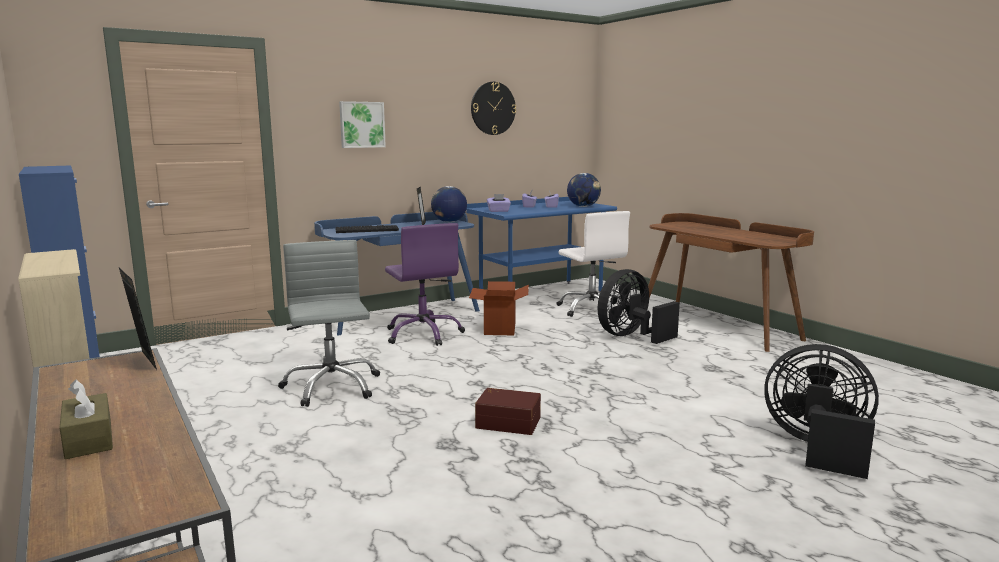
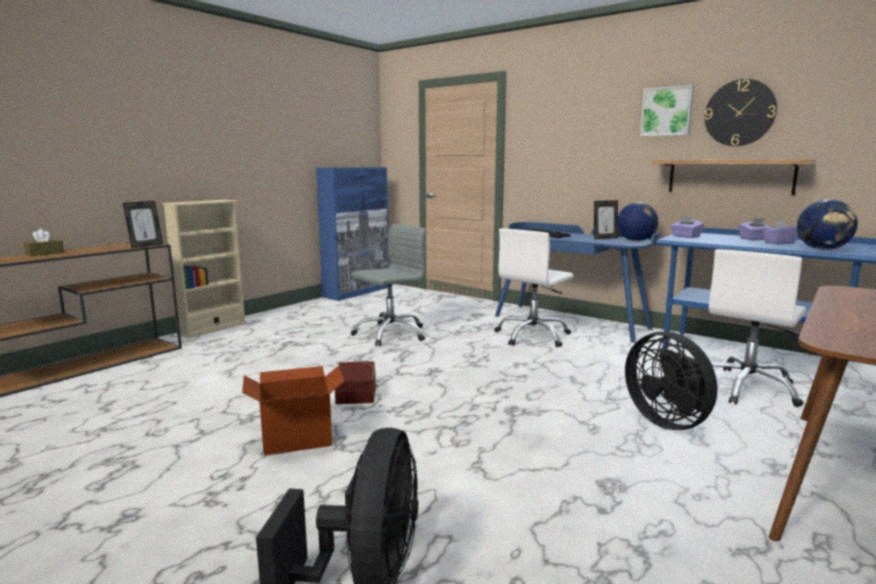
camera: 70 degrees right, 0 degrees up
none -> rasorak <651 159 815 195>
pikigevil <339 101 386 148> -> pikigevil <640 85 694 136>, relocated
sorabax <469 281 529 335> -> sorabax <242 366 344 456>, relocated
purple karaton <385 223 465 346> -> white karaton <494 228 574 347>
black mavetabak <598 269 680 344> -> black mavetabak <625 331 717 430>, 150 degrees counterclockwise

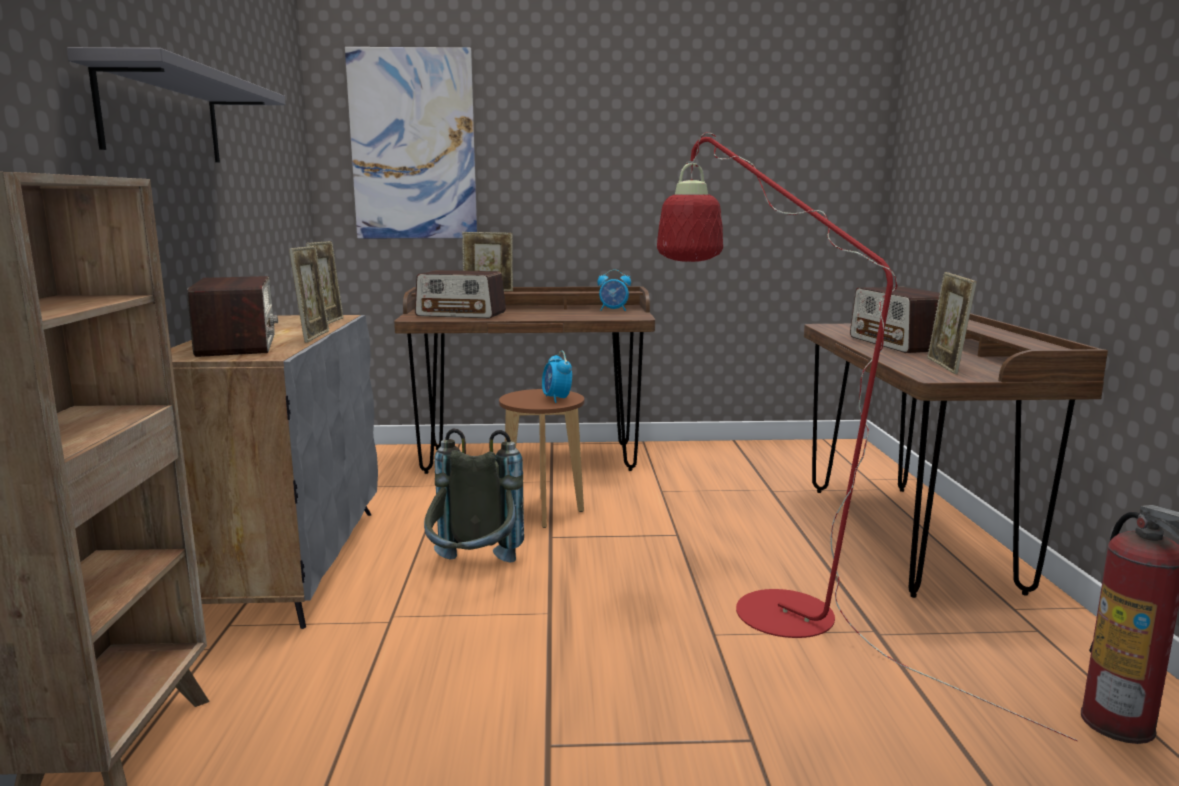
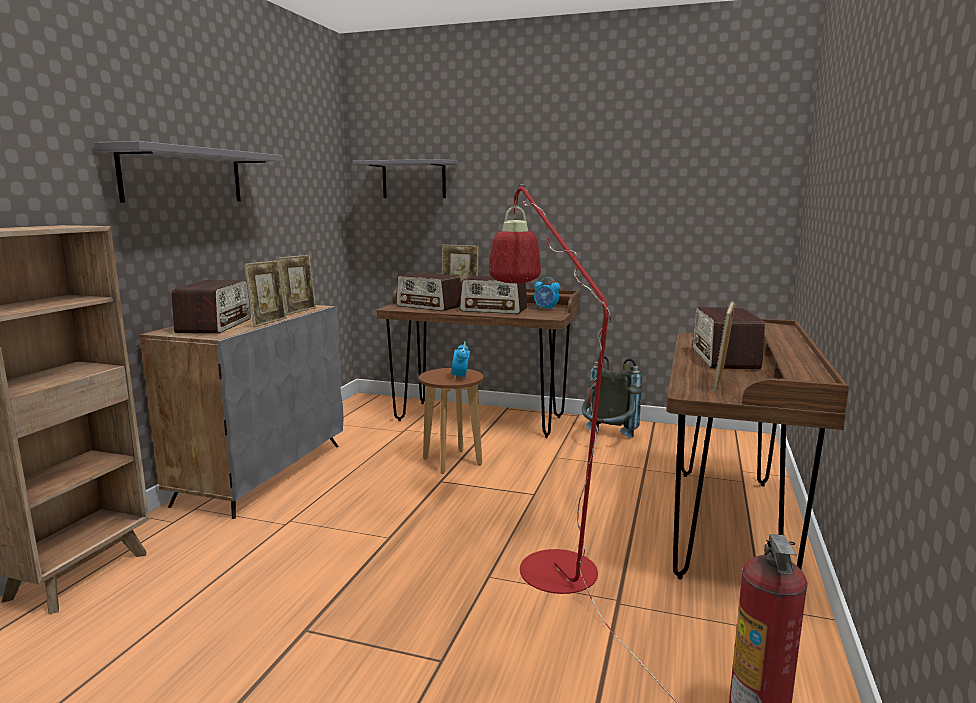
camera: 20 degrees right, 0 degrees up
none -> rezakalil <459 276 528 314>
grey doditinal <424 428 524 562> -> grey doditinal <582 356 642 438>, relocated
pikigevil <345 47 477 238> -> grey rasorak <353 159 458 198>

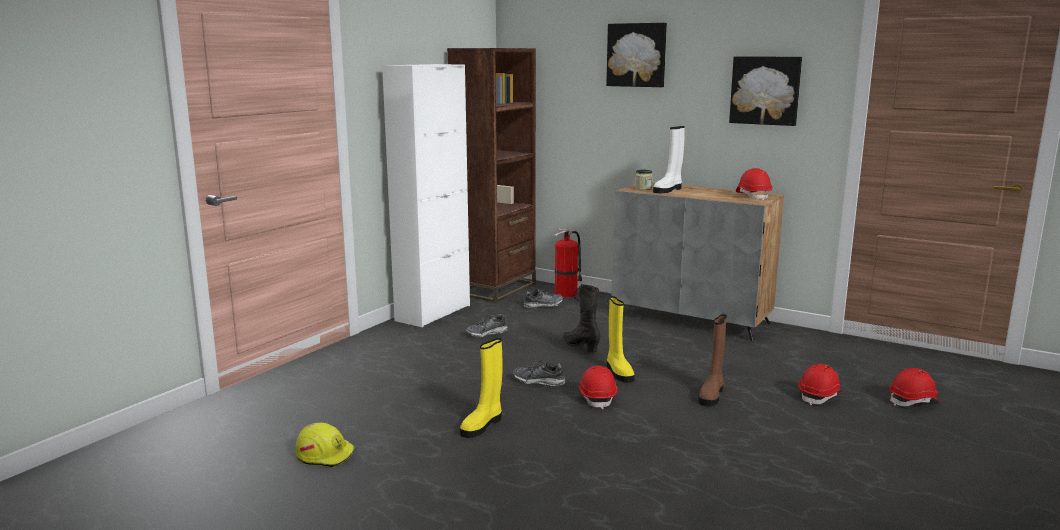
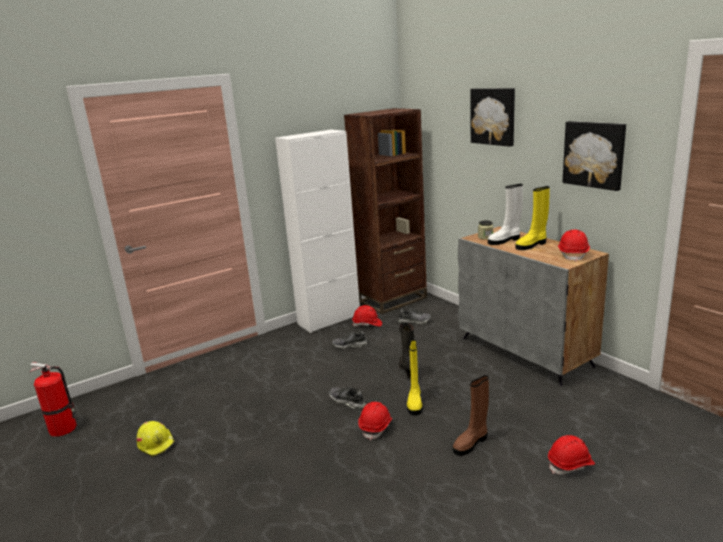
camera: 25 degrees right, 5 degrees up
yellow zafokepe <460 338 502 438> -> yellow zafokepe <515 186 550 250>, relocated
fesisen <555 228 582 297> -> fesisen <30 362 78 437>, relocated
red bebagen <889 368 940 406> -> red bebagen <352 305 382 327>, relocated

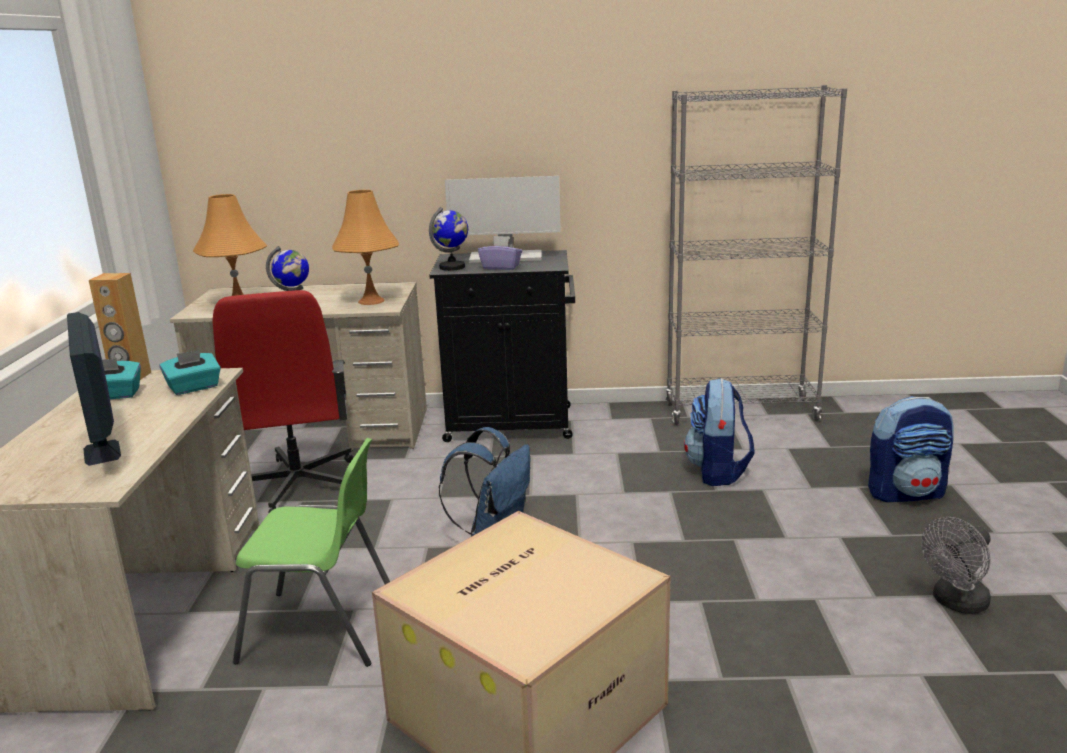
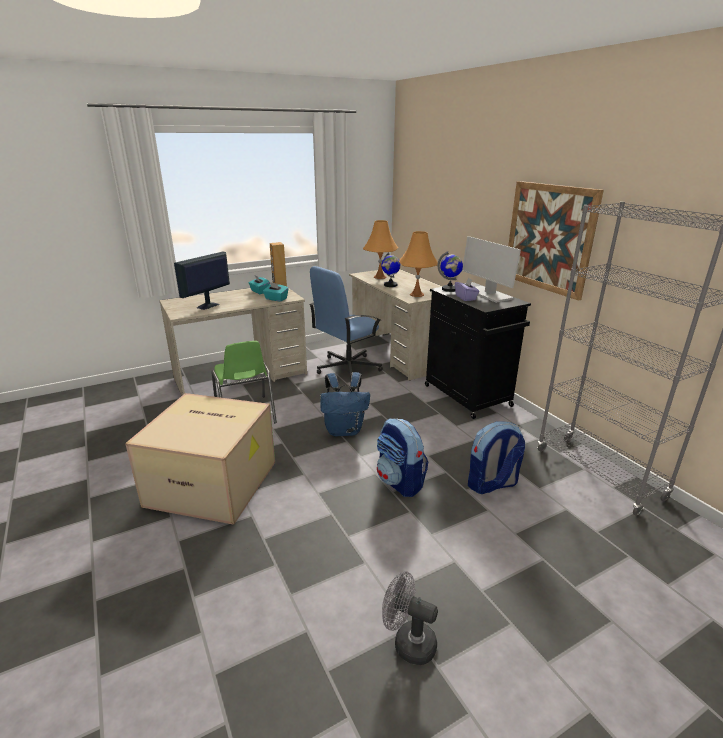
camera: 60 degrees right, 5 degrees up
none -> pikigevil <508 181 604 301>
doditinal <868 396 954 502> -> doditinal <377 418 428 497>, relocated
red karaton <212 290 354 513> -> blue karaton <309 266 383 380>

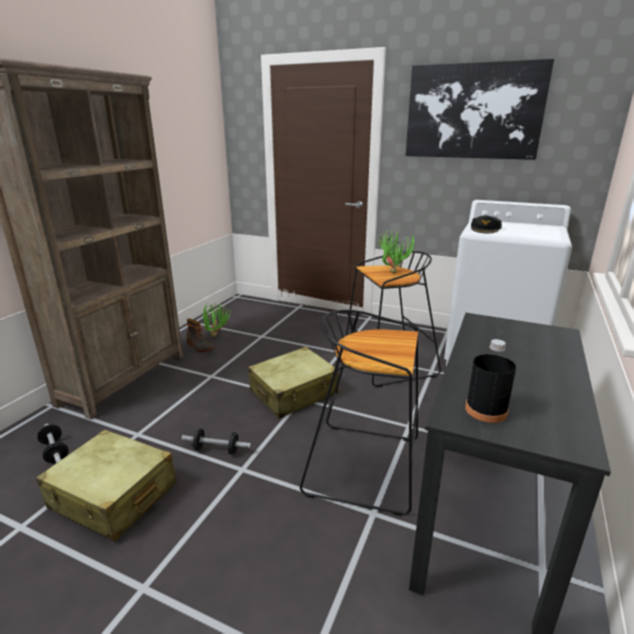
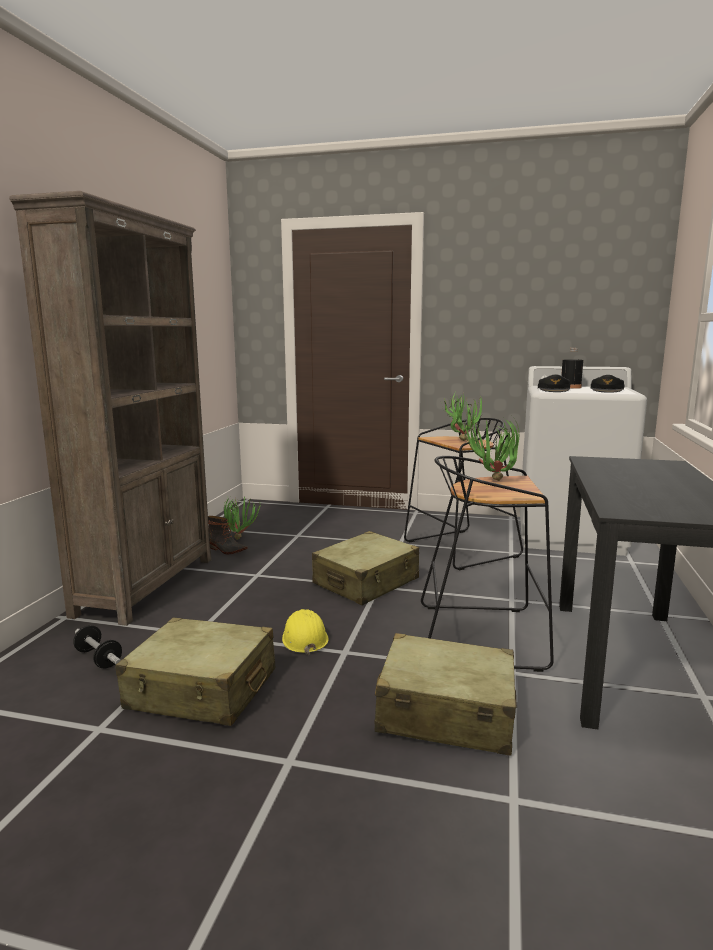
camera: 10 degrees left, 10 degrees down
pikigevil <406 59 554 160> -> none
none -> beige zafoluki <375 633 517 756>
none -> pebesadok <463 418 519 481>
none -> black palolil <590 375 624 393>
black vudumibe <465 339 516 423> -> black vudumibe <561 348 583 389>, relocated
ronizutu <182 428 251 455> -> yellow bebagen <282 609 329 655>

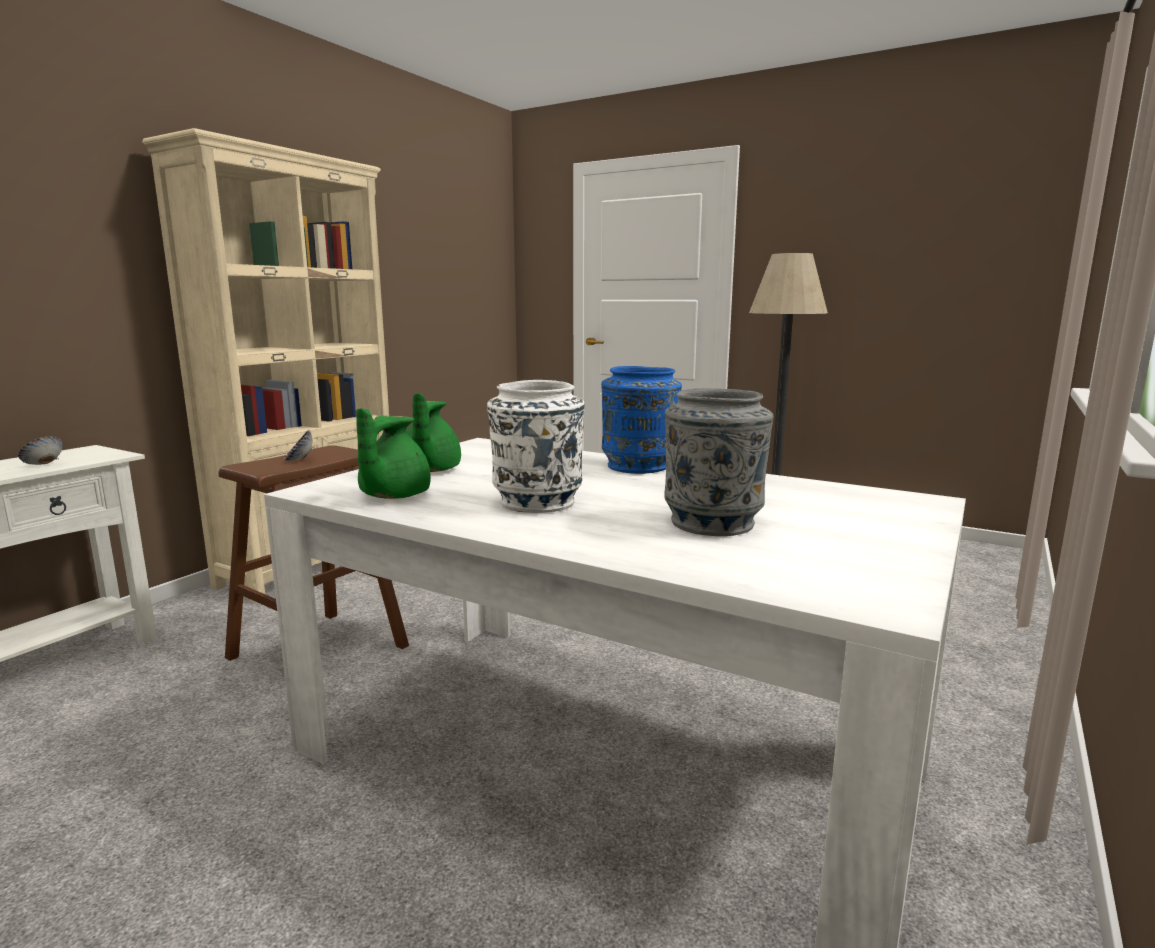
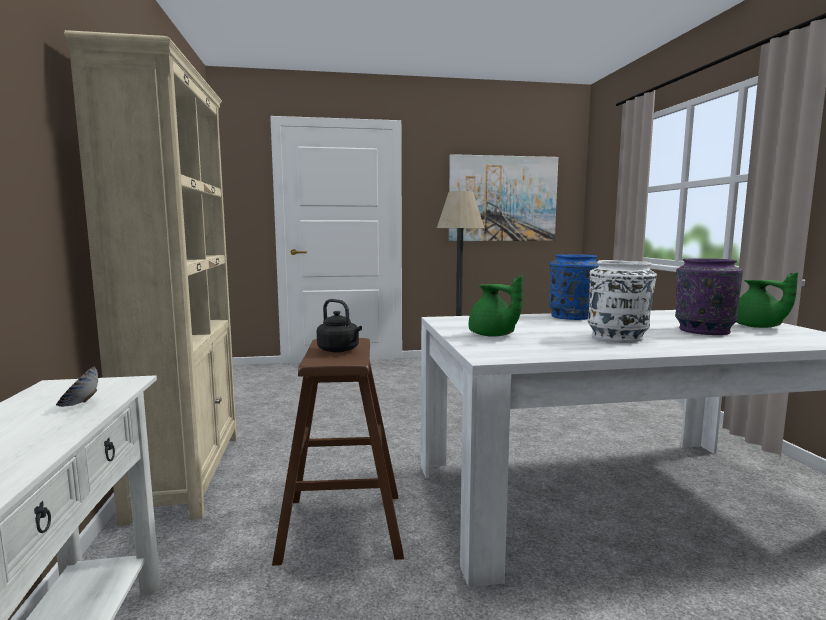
camera: 40 degrees left, 5 degrees down
none -> pikigevil <449 154 558 241>
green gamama <356 408 431 499> -> green gamama <736 272 798 328>, relocated
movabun <284 430 313 461> -> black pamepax <317 299 362 353>
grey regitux <664 388 773 536> -> purple regitux <675 258 743 335>

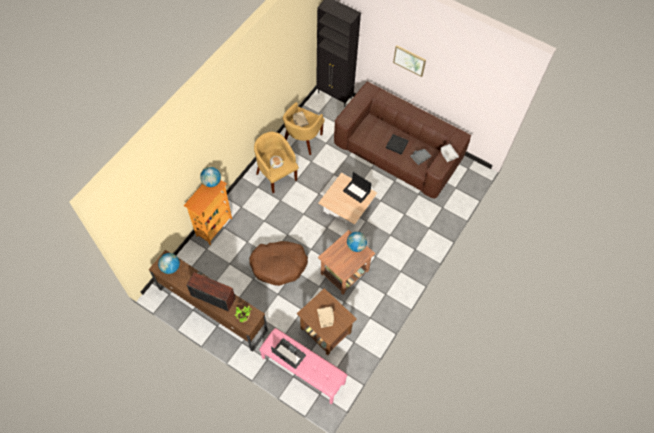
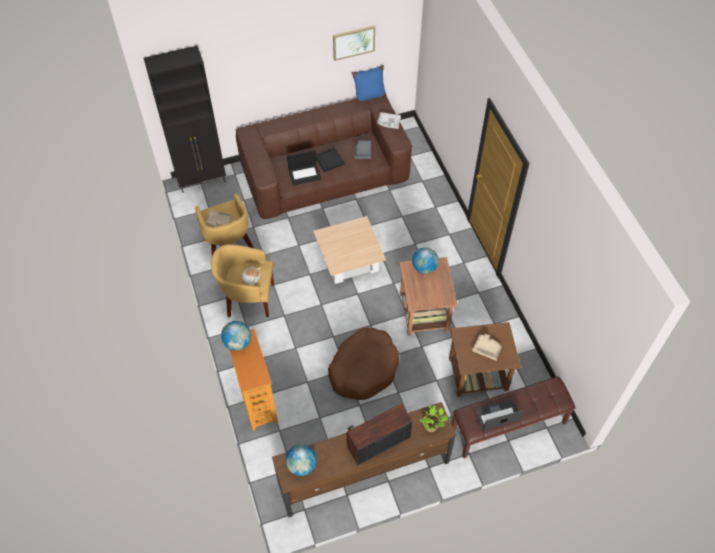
camera: 50 degrees left, 5 degrees down
none -> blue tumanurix <351 65 387 103>
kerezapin <343 172 372 203> -> kerezapin <287 150 321 185>, relocated
pikigevil <393 45 426 77> -> pikigevil <333 25 375 61>, relocated
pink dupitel <259 328 347 405> -> brown dupitel <452 377 576 458>

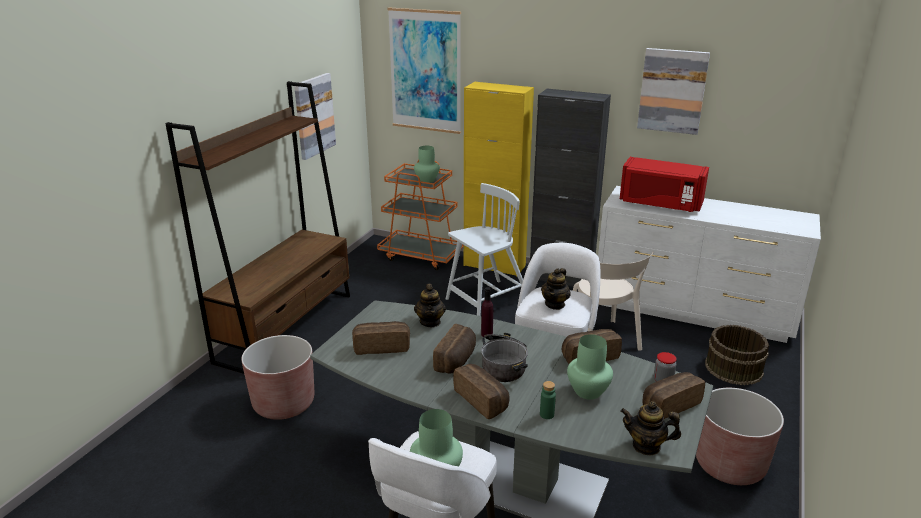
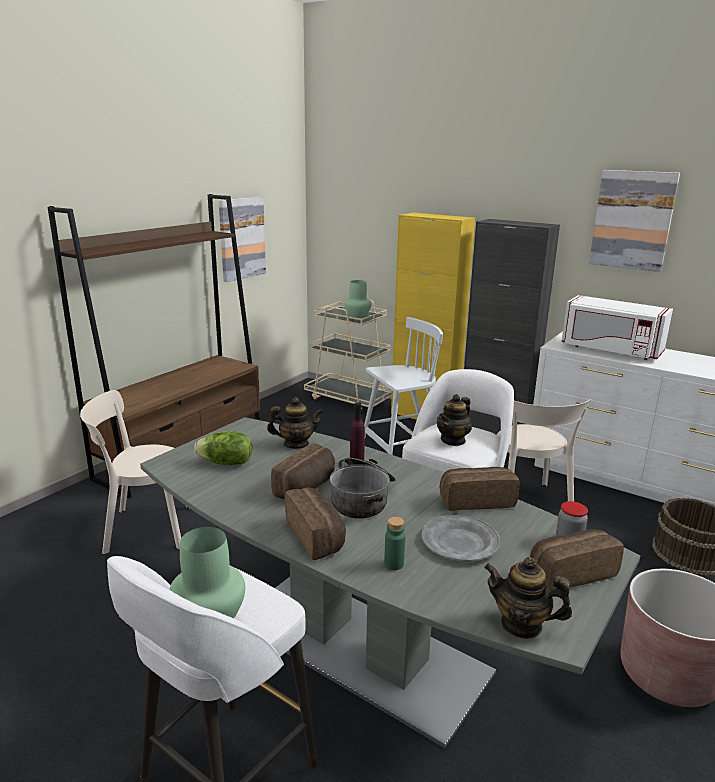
camera: 10 degrees right, 5 degrees down
pikigevil <388 8 461 134> -> none
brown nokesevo <241 335 314 420> -> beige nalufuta <80 390 190 554>
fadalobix <352 321 410 355> -> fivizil <194 431 252 466>
green regitux <567 334 613 400> -> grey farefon <422 515 500 561>
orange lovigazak <377 160 464 270> -> beige lovigazak <304 300 392 415>
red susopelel <620 157 709 212> -> white susopelel <561 295 673 360>
gamama <414 284 446 327> -> gamama <267 397 324 449>, 105 degrees counterclockwise

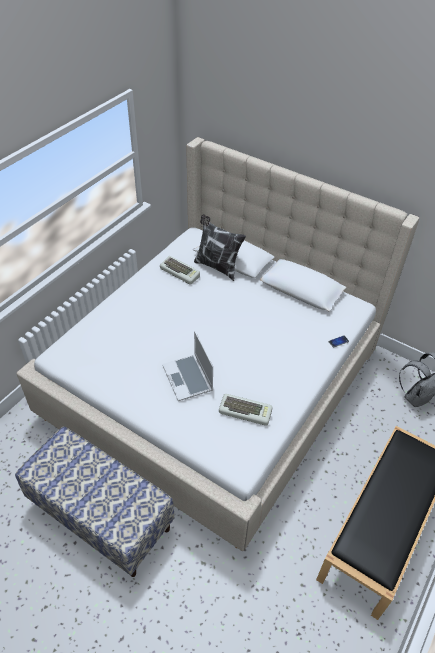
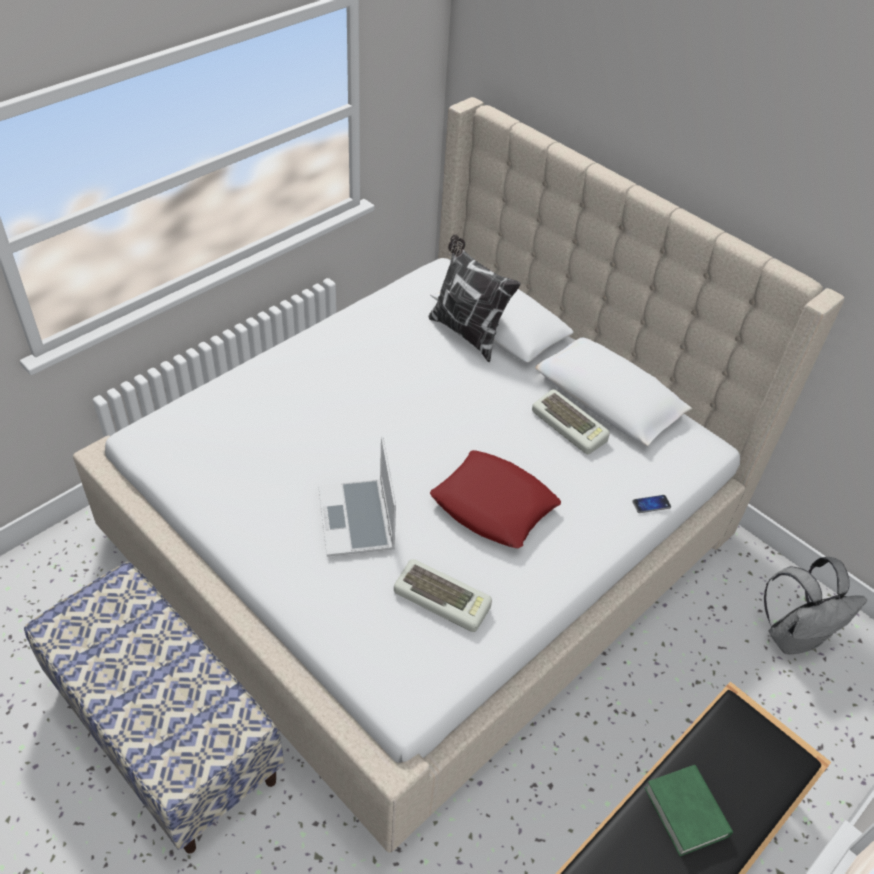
camera: 10 degrees right, 0 degrees up
none -> red tumanurix <430 450 561 548>
none -> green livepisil <645 765 733 856>
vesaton <160 256 200 285> -> vesaton <532 389 610 454>, relocated

